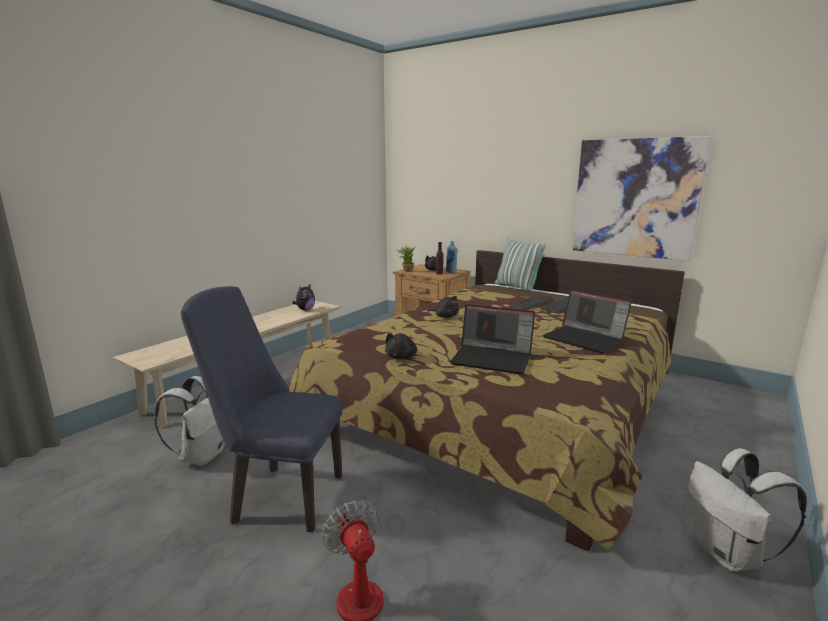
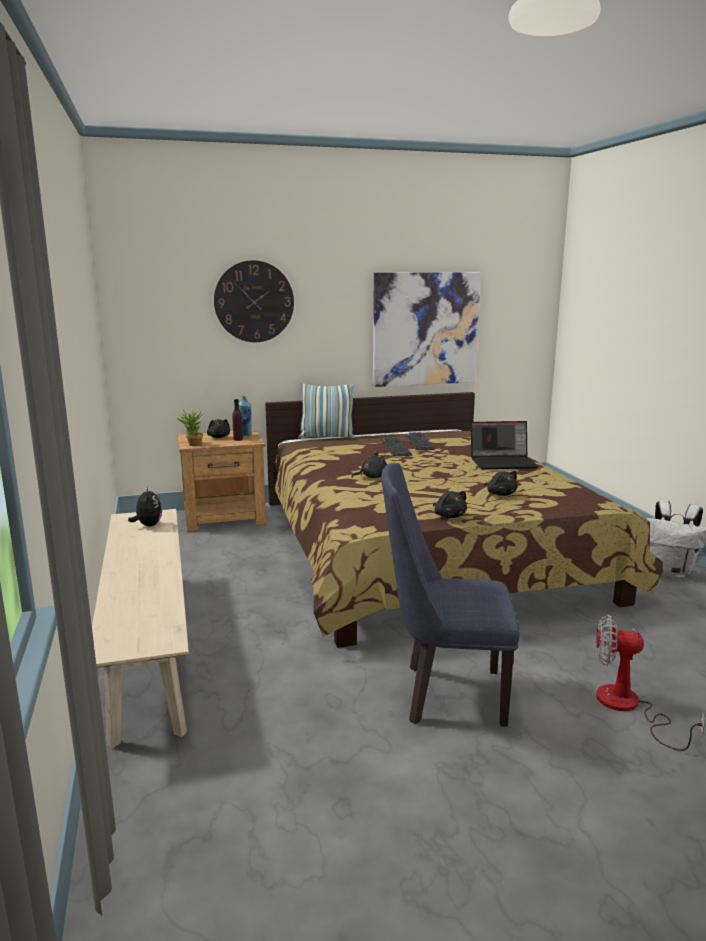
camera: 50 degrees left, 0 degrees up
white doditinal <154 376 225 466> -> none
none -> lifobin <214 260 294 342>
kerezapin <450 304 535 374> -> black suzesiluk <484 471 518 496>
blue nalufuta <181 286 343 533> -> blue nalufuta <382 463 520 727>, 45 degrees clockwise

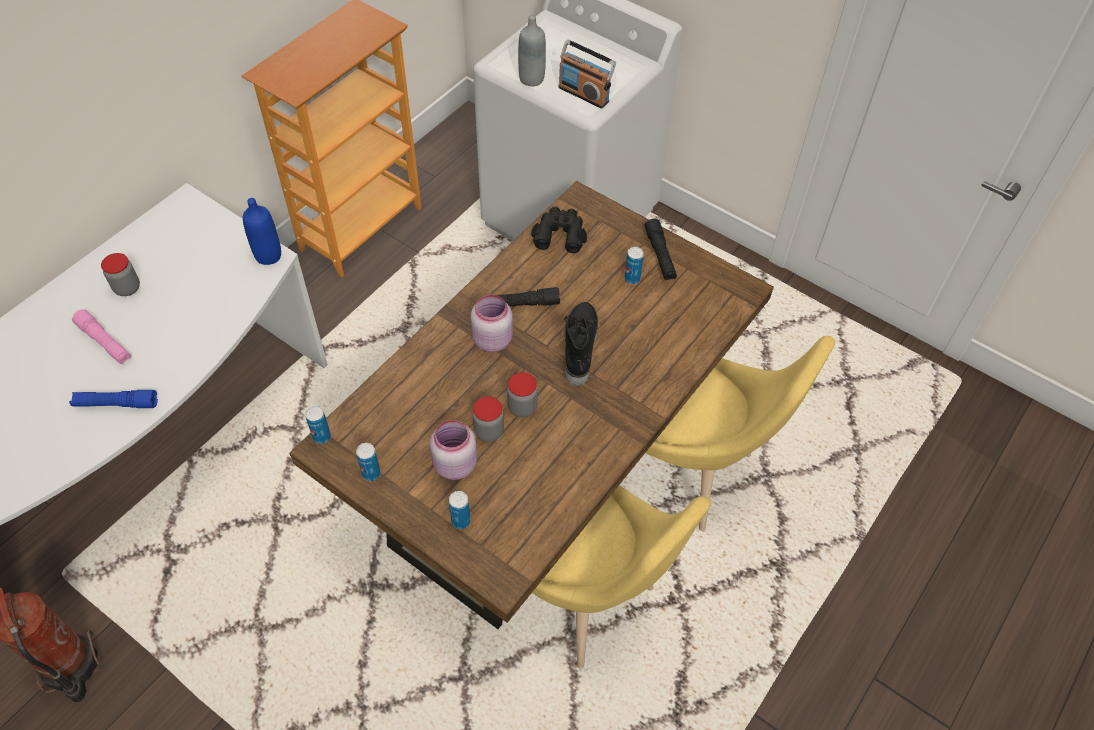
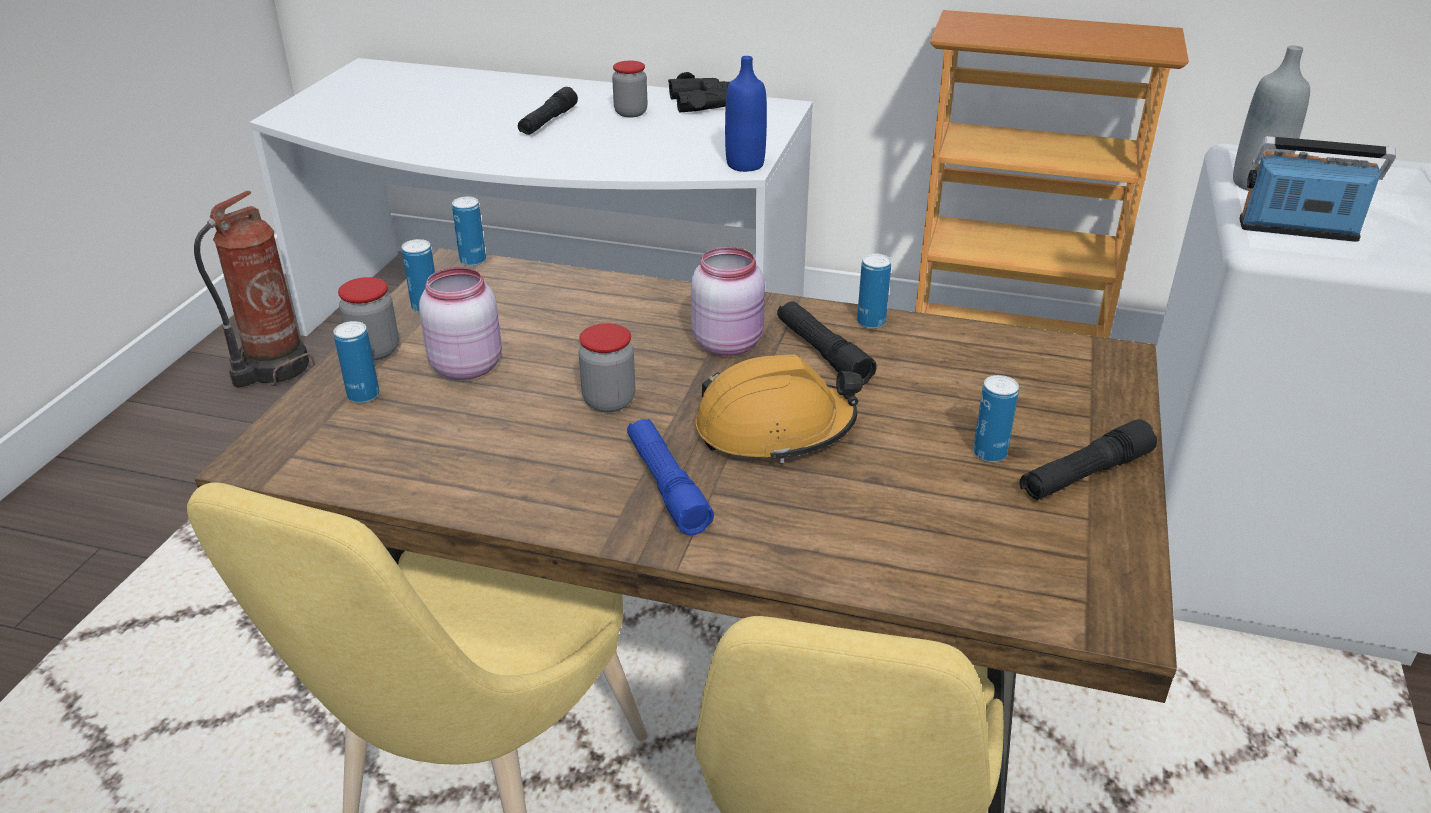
camera: 70 degrees right, 20 degrees down
none -> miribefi <857 253 891 329>
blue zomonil <69 390 158 408> -> blue zomonil <627 419 714 535>, relocated
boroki <473 396 504 442> -> boroki <338 277 399 361>, relocated
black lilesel <531 207 587 253> -> black lilesel <668 72 730 113>, relocated
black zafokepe <564 302 598 386> -> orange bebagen <695 354 863 463>
pink zomonil <72 310 131 364> -> black zomonil <518 87 578 135>
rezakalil <558 40 616 109> -> rezakalil <1239 136 1396 242>, 90 degrees clockwise

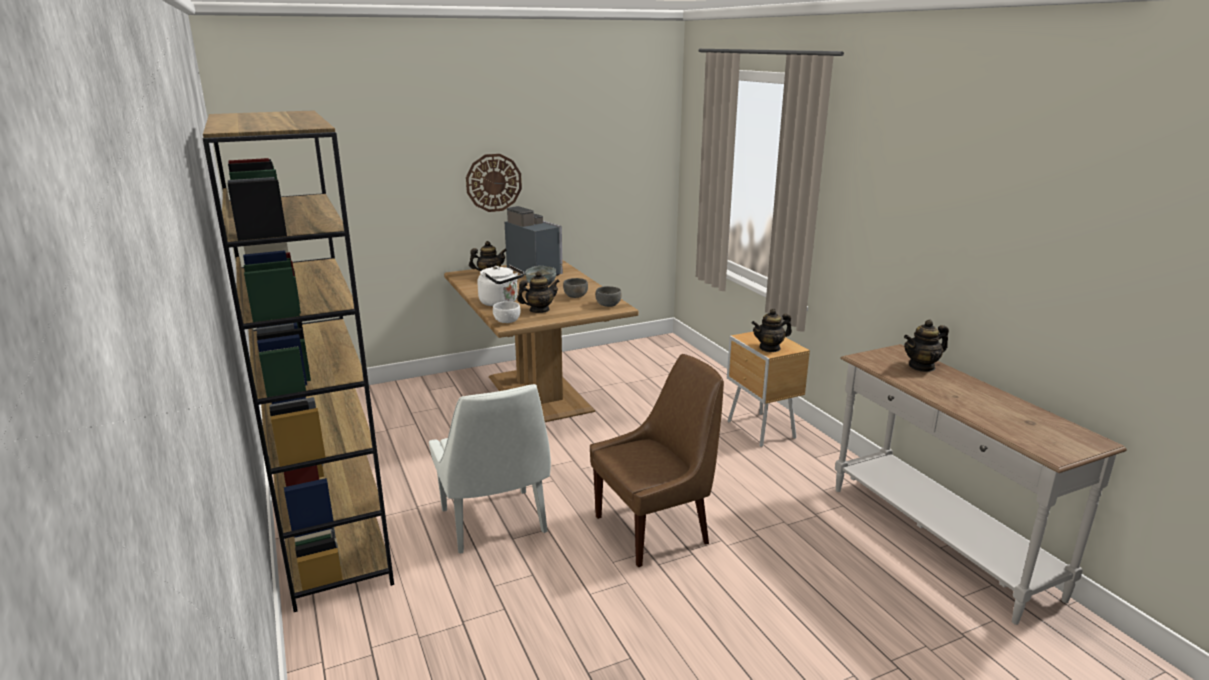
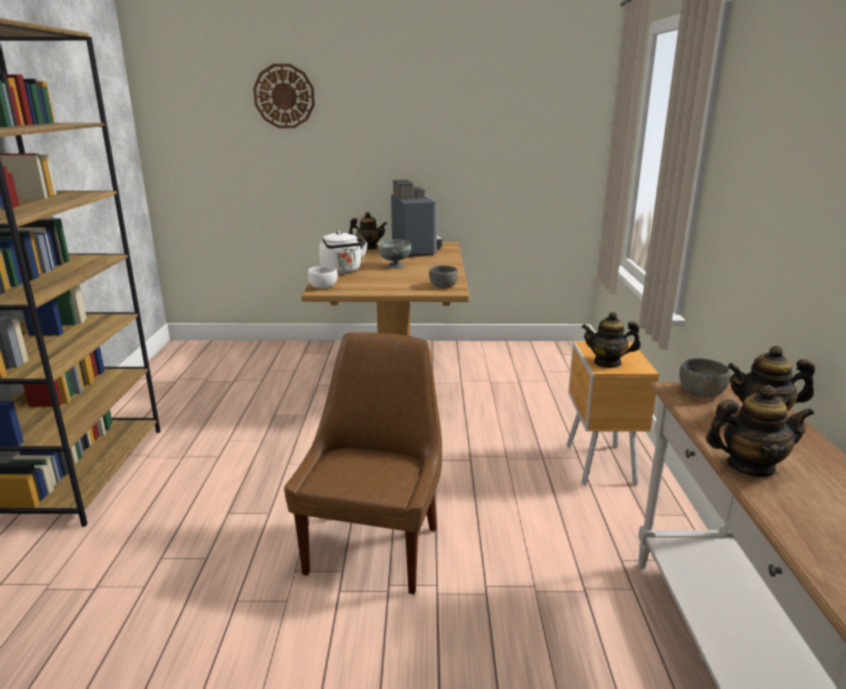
camera: 25 degrees right, 0 degrees up
white nalufuta <429 384 551 553> -> none
lifobin <466 154 522 212> -> lifobin <253 64 315 128>, relocated
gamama <517 271 560 313> -> gamama <706 385 814 477>, relocated
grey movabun <563 278 588 298> -> grey movabun <679 358 730 398>, relocated
brown nalufuta <590 354 724 567> -> brown nalufuta <284 332 442 594>, 75 degrees counterclockwise

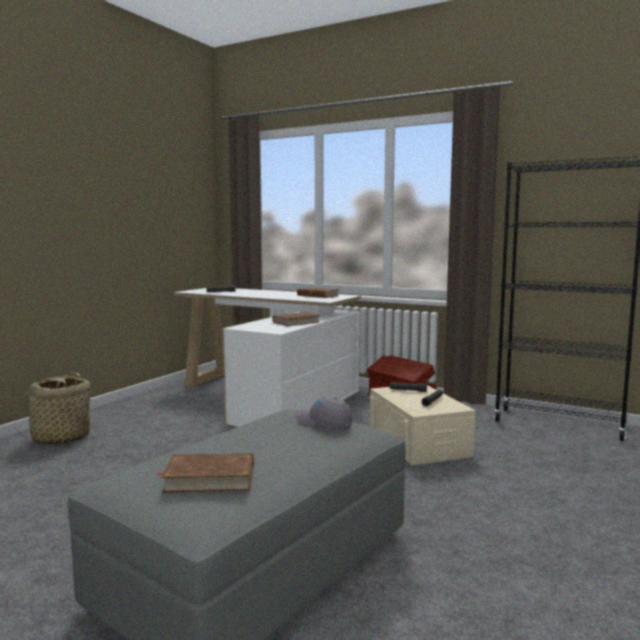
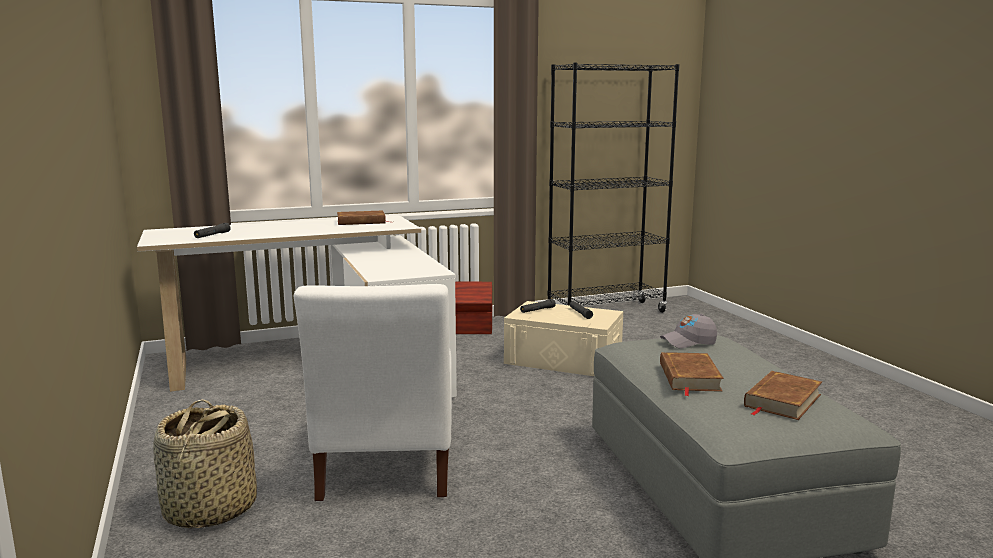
camera: 50 degrees left, 5 degrees up
none -> white nalufuta <294 284 452 501>
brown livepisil <273 312 320 326> -> brown livepisil <660 352 724 396>, relocated

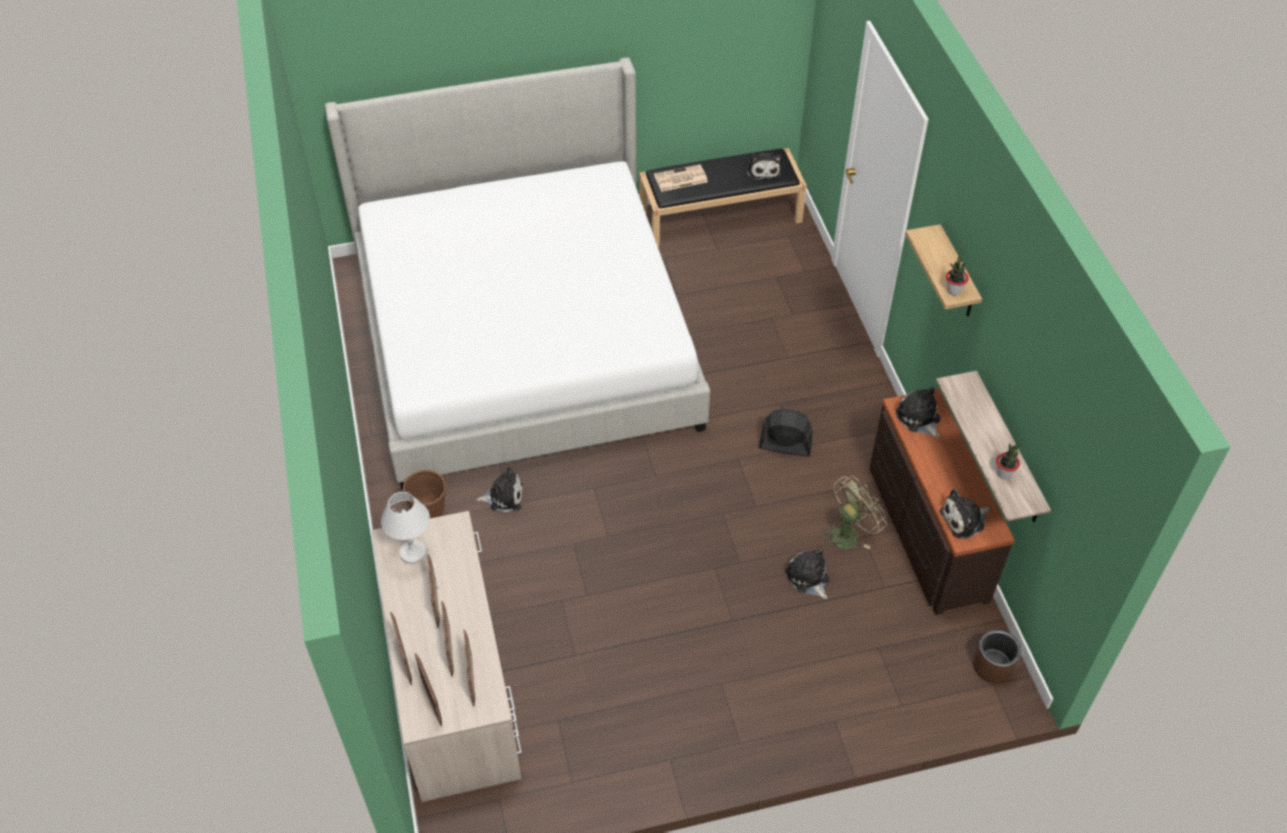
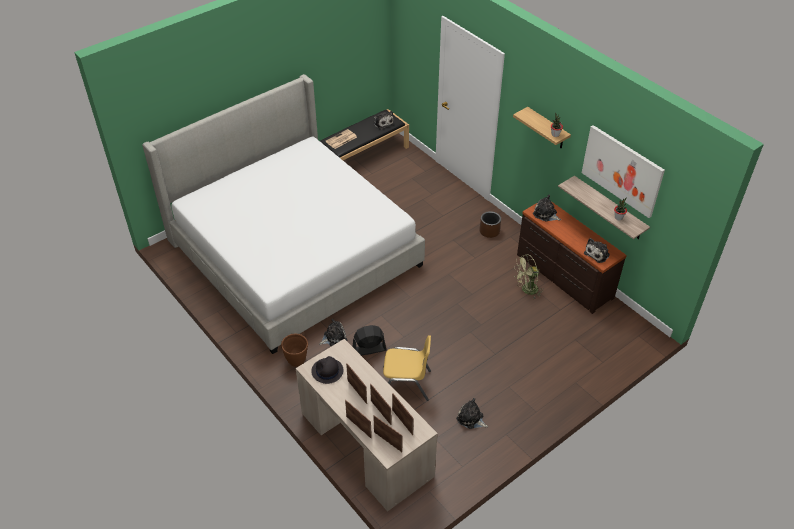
camera: 25 degrees left, 5 degrees down
none -> yellow nalufuta <383 335 431 401>
none -> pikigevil <582 125 665 218>
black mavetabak <759 409 813 457> -> black mavetabak <352 325 386 355>, relocated
suzesiluk <786 548 829 599> -> suzesiluk <456 398 488 429>, relocated
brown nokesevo <973 630 1021 683> -> brown nokesevo <479 211 501 238>, relocated
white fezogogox <381 492 430 564> -> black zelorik <311 356 344 384>
green mavetabak <822 476 886 549> -> green mavetabak <514 254 544 299>, 135 degrees counterclockwise

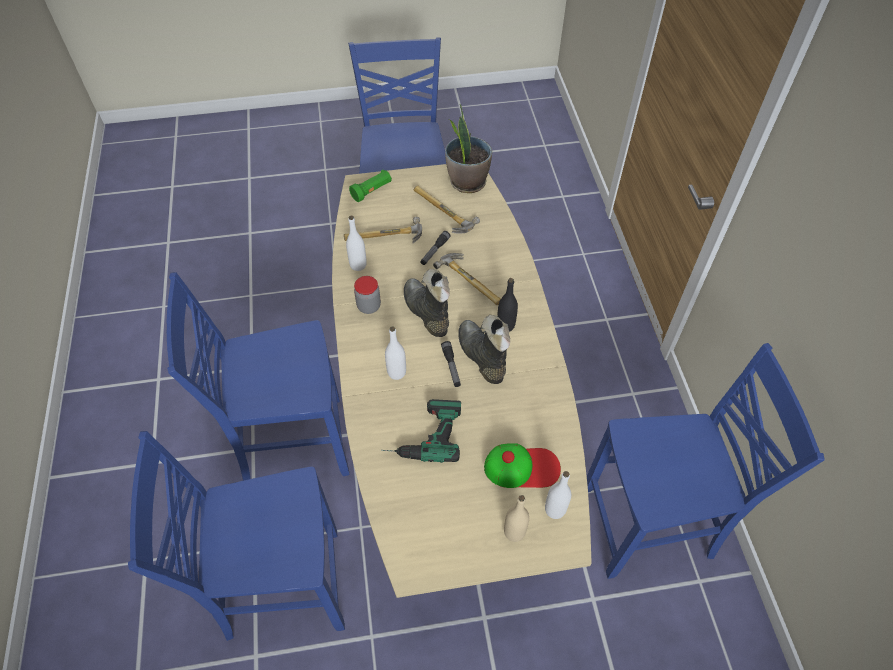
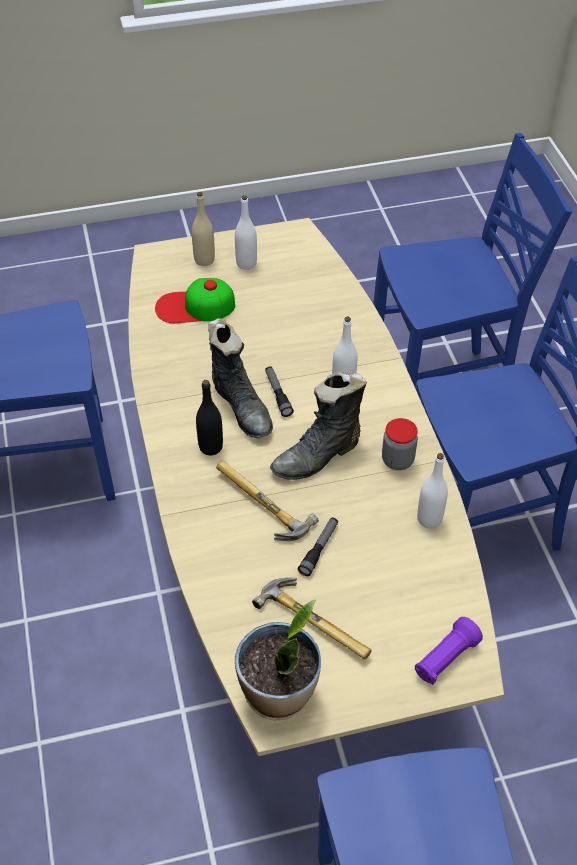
camera: 175 degrees right, 5 degrees down
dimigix <344 217 422 243> -> none
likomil <381 399 461 463> -> none
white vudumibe <545 471 571 519> -> white vudumibe <235 195 257 270>, relocated
green zomonil <349 170 392 202> -> purple zomonil <415 617 483 685>
black zafokepe <404 269 450 337> -> black zafokepe <270 372 367 480>, 90 degrees clockwise

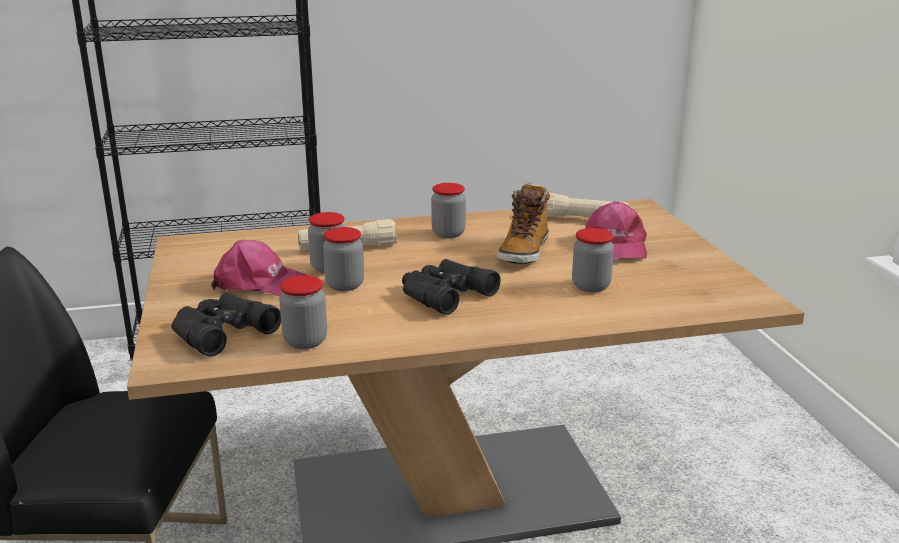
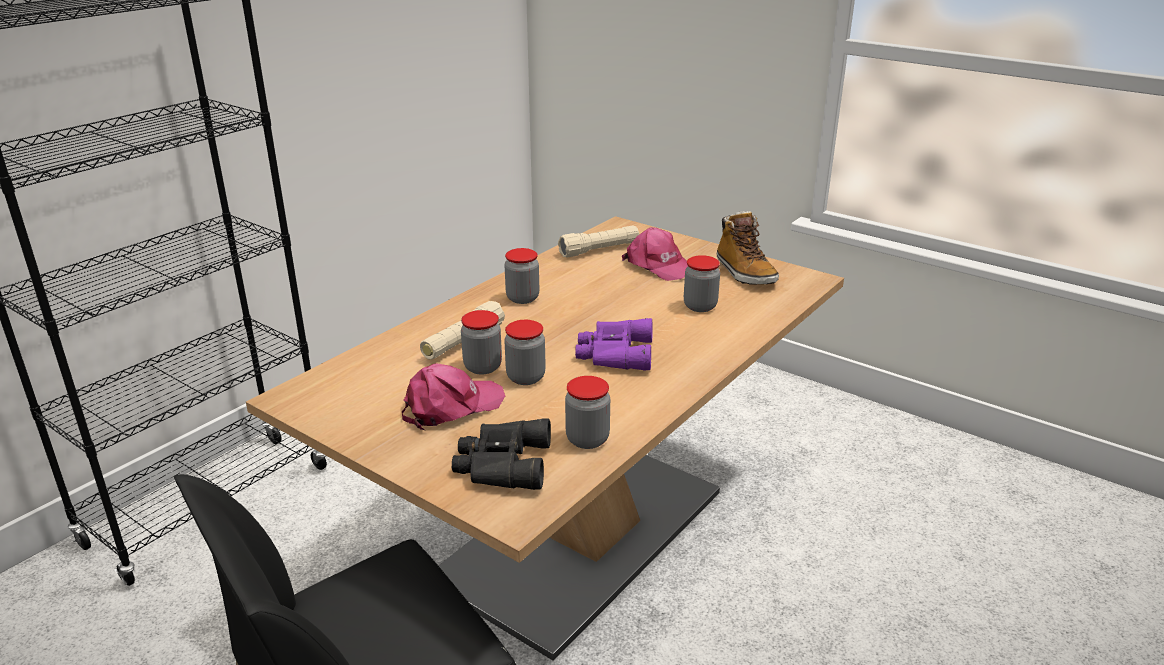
camera: 40 degrees left, 5 degrees up
zafokepe <497 182 550 264> -> zafokepe <717 211 779 285>, relocated
black lilesel <402 259 501 315> -> purple lilesel <575 318 652 371>

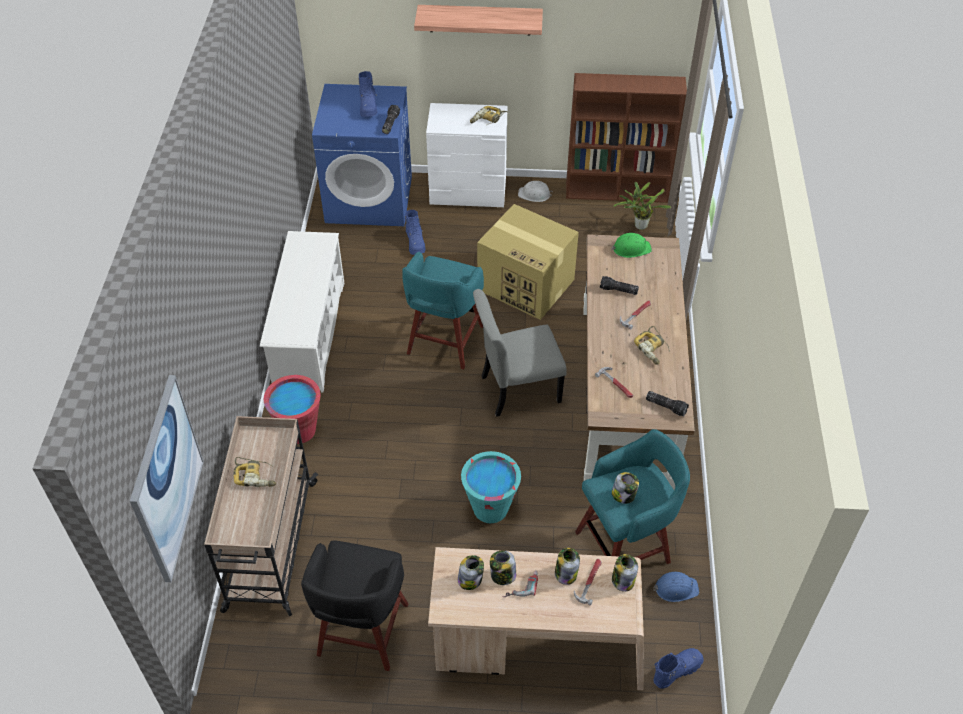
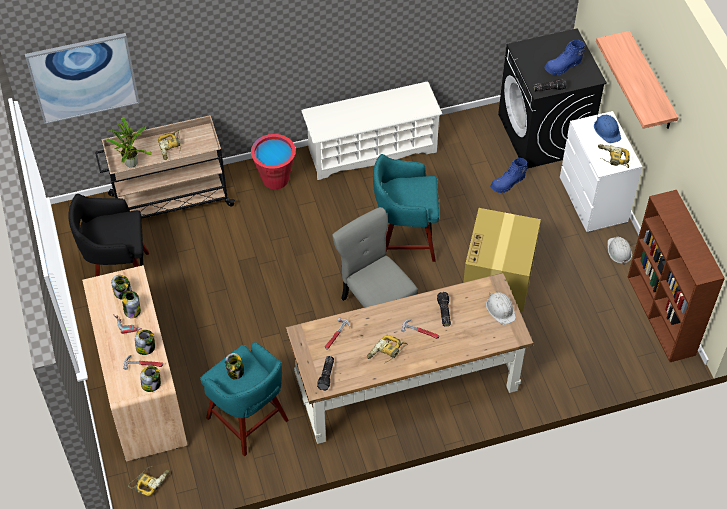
camera: 70 degrees right, 5 degrees up
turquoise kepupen <461 451 521 523> -> none
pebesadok <613 182 671 230> -> pebesadok <106 117 152 168>, relocated
blue bebagen <653 572 699 602> -> blue bebagen <594 115 621 143>, relocated
blue zafokepe <653 648 704 689> -> likomil <128 466 170 496>
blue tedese <312 84 412 226> -> black tedese <498 28 607 169>
green bebagen <611 233 652 258> -> white bebagen <486 292 516 325>

